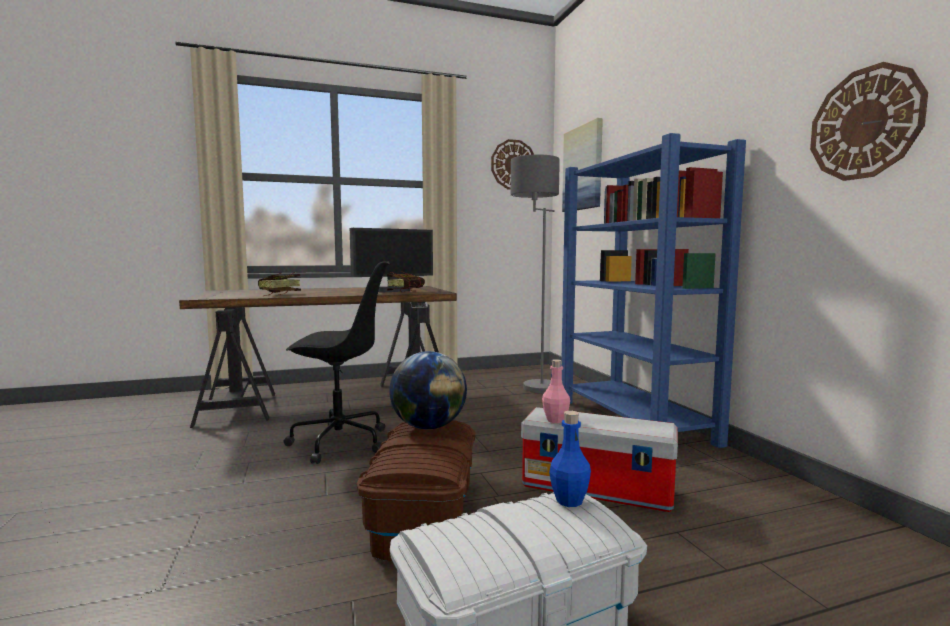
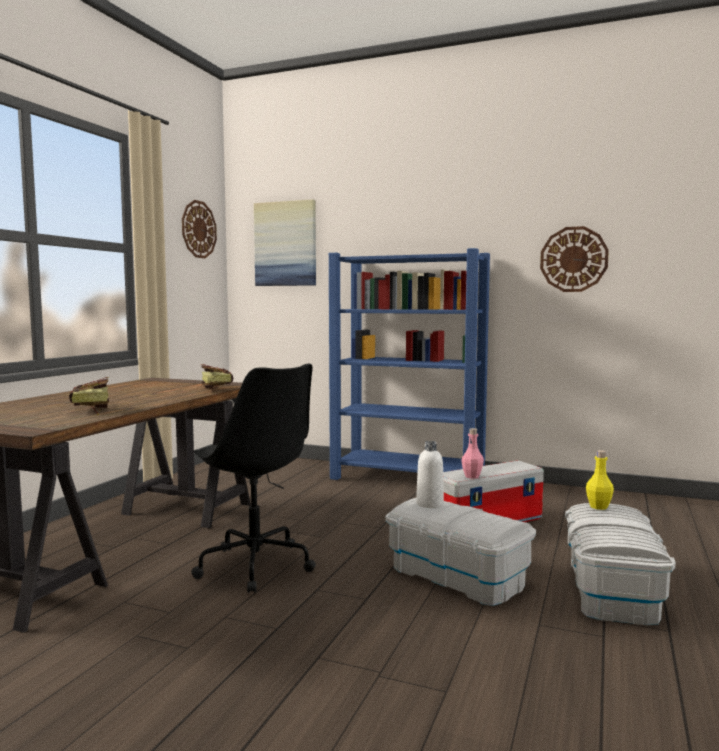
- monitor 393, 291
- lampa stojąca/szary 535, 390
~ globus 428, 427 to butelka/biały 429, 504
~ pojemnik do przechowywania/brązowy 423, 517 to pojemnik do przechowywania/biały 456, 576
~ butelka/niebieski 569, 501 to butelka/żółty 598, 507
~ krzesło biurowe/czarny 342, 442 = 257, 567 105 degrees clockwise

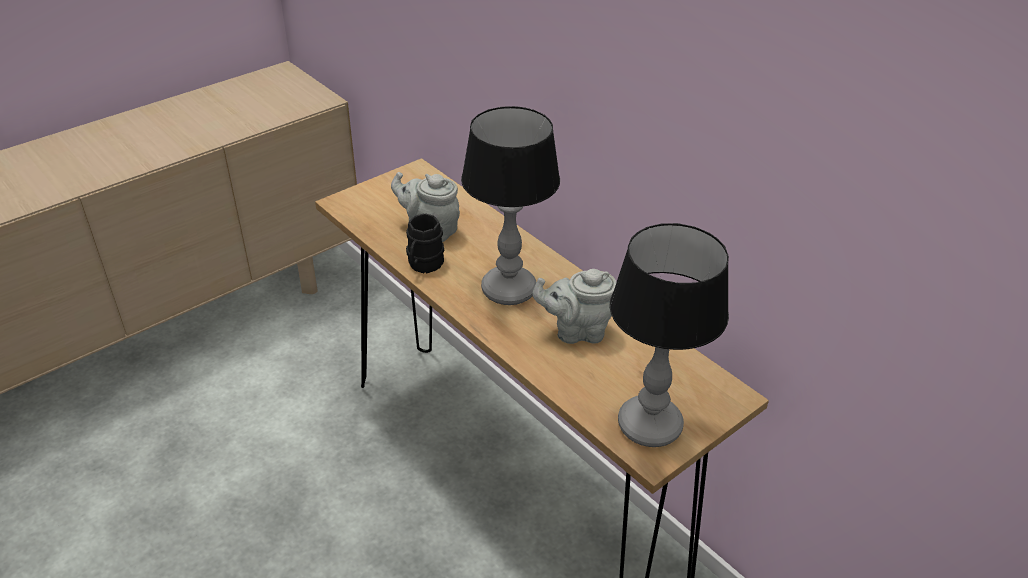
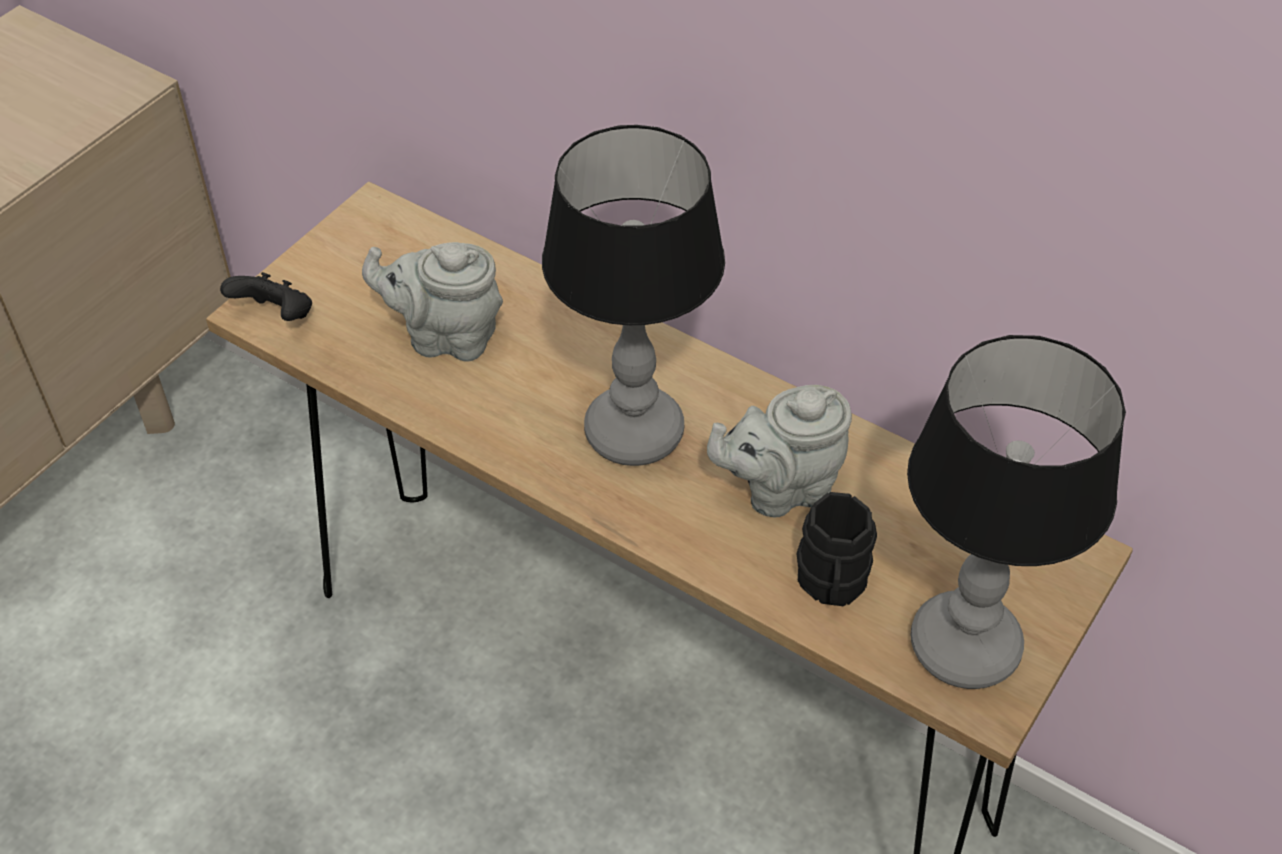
+ pad do gier/czarny 276, 316
~ kubek/czarny 423, 265 to 831, 585

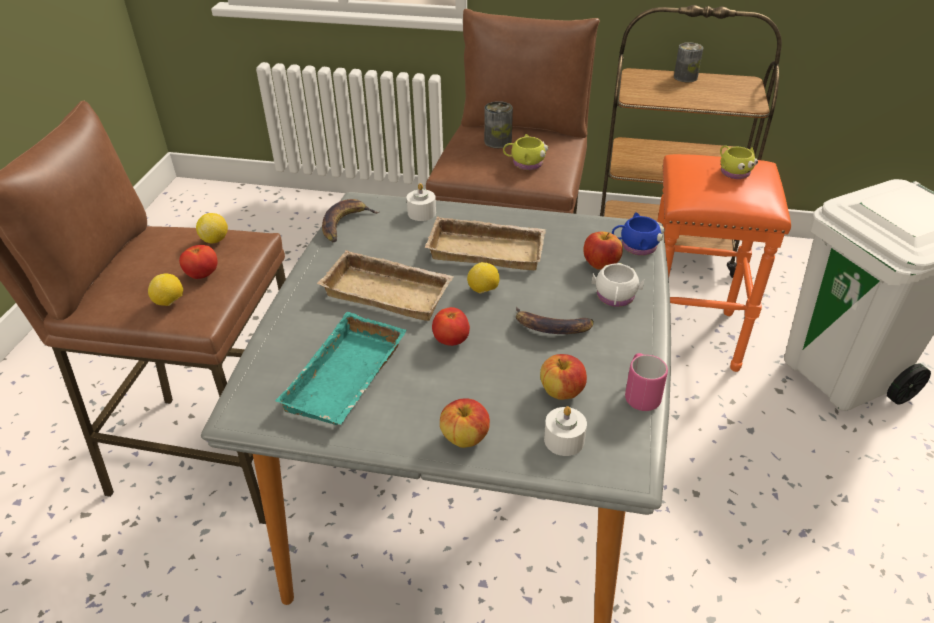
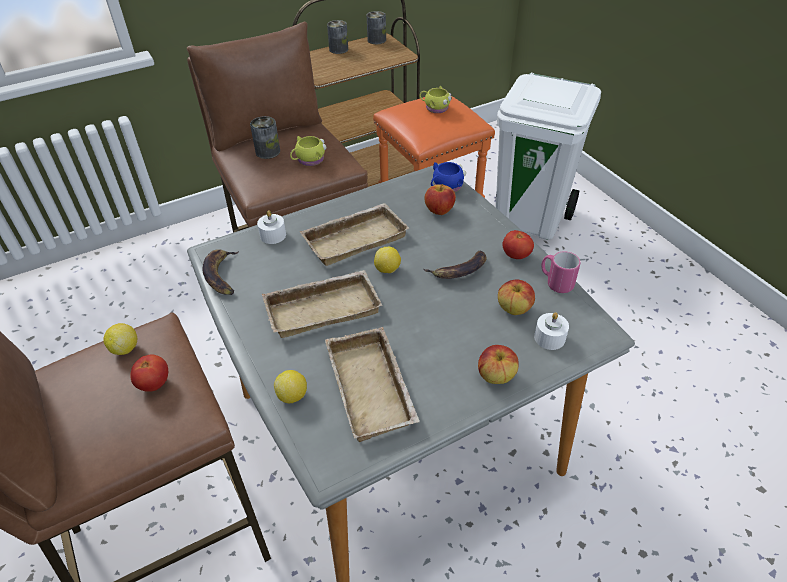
- kubek/biały 615, 298
+ puszka 376, 40
~ cytryna 170, 302 to 292, 396
~ pomidor 451, 340 to 516, 255
~ taca/turkusowy 348, 379 to taca/beżowy 374, 389

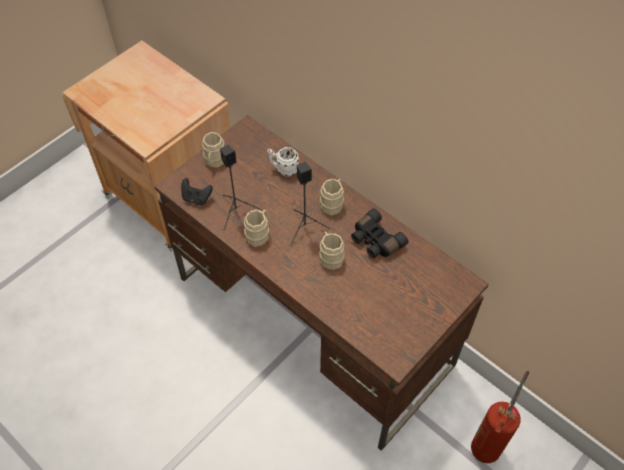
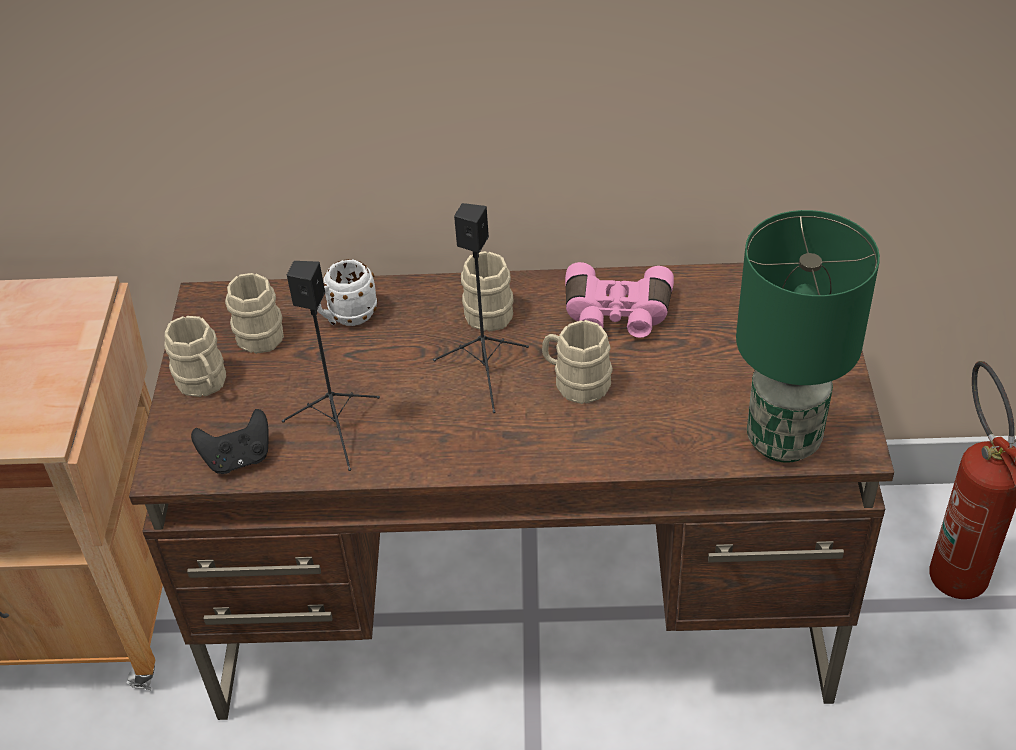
+ lampa stołowa/zielony 782, 439
~ kubek/beżowy 259, 234 to 259, 331
~ lornetka/czarny 375, 241 to lornetka/różowy 616, 315

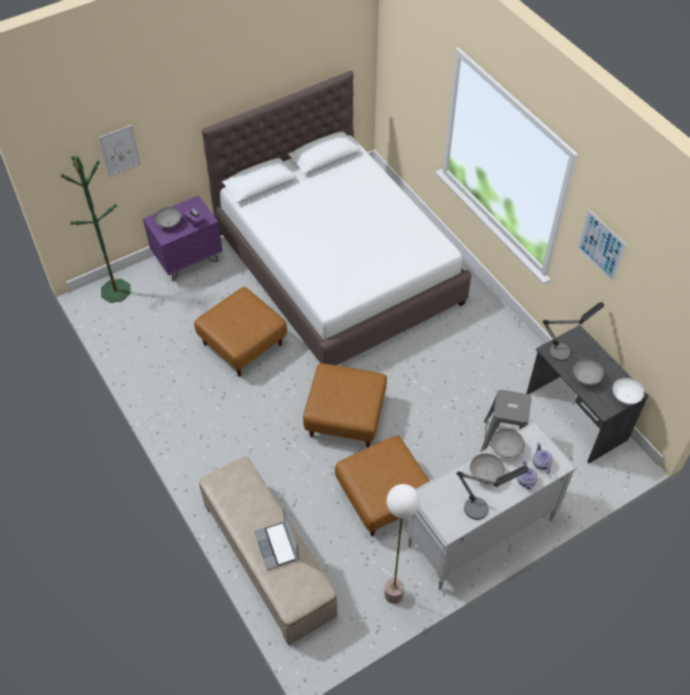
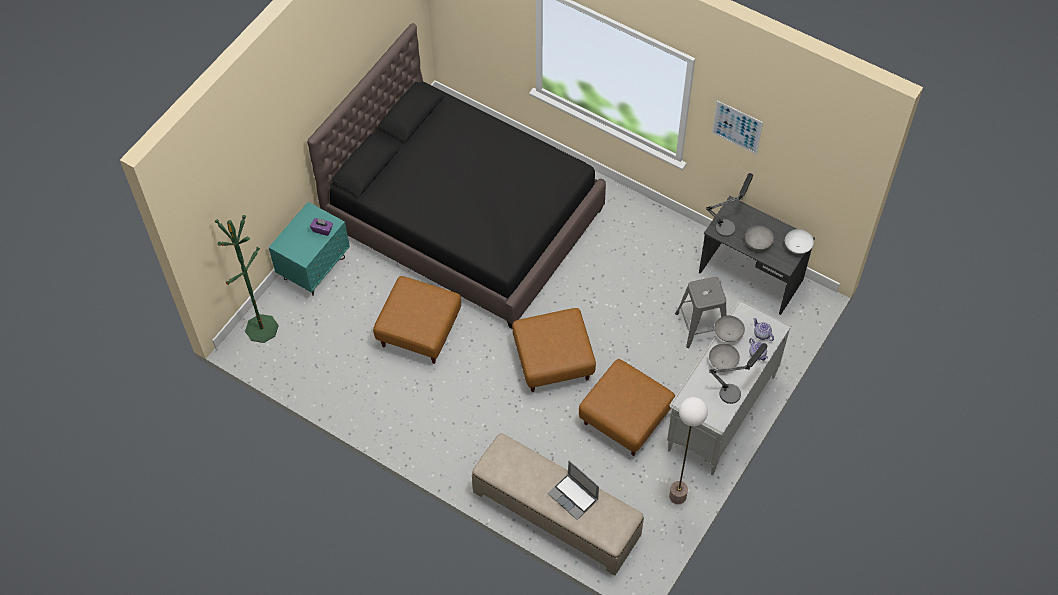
- obraz 120, 151
- miska/szary 169, 224
~ szafka nocna/fioletowy 188, 260 to szafka nocna/turkusowy 314, 269
~ łóżko/biały 337, 267 to łóżko/czarny 464, 218

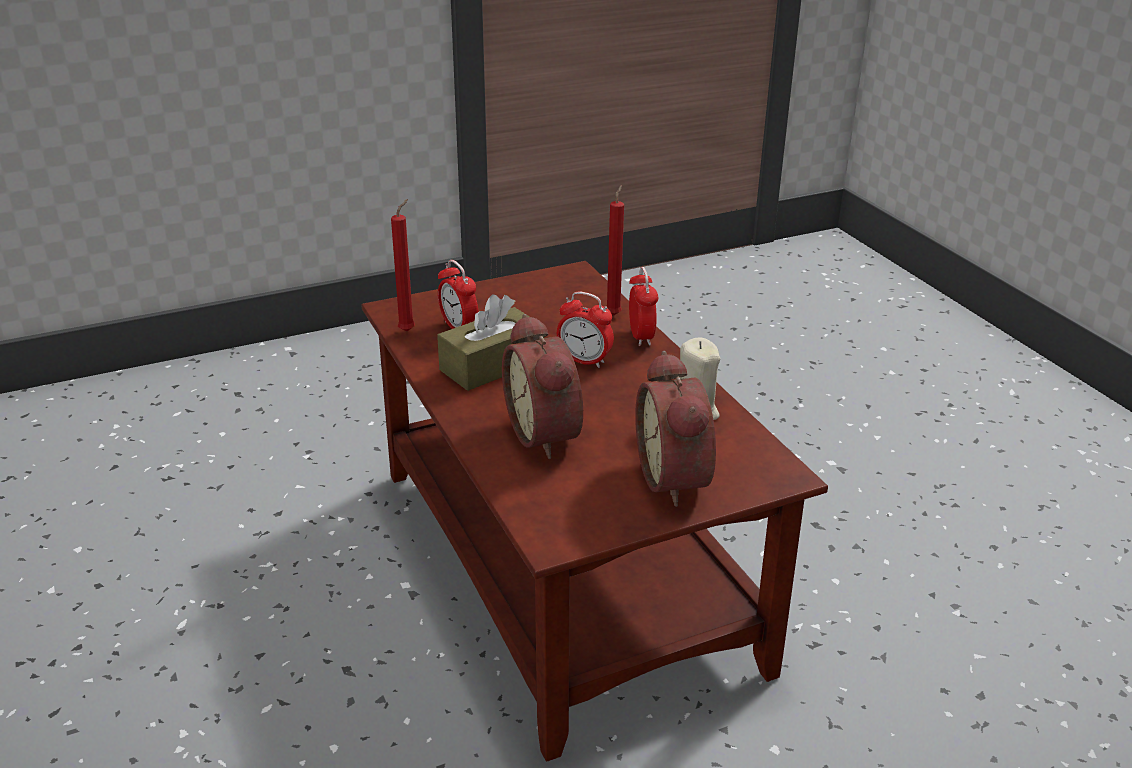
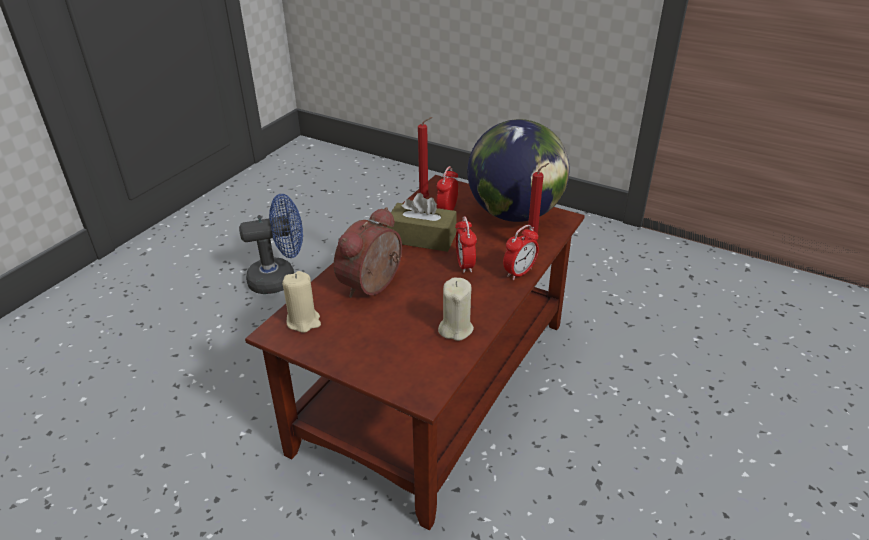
- budzik 678, 478
+ wentylator/niebieski 280, 278
+ świeca/beżowy 303, 321
+ globus 514, 214

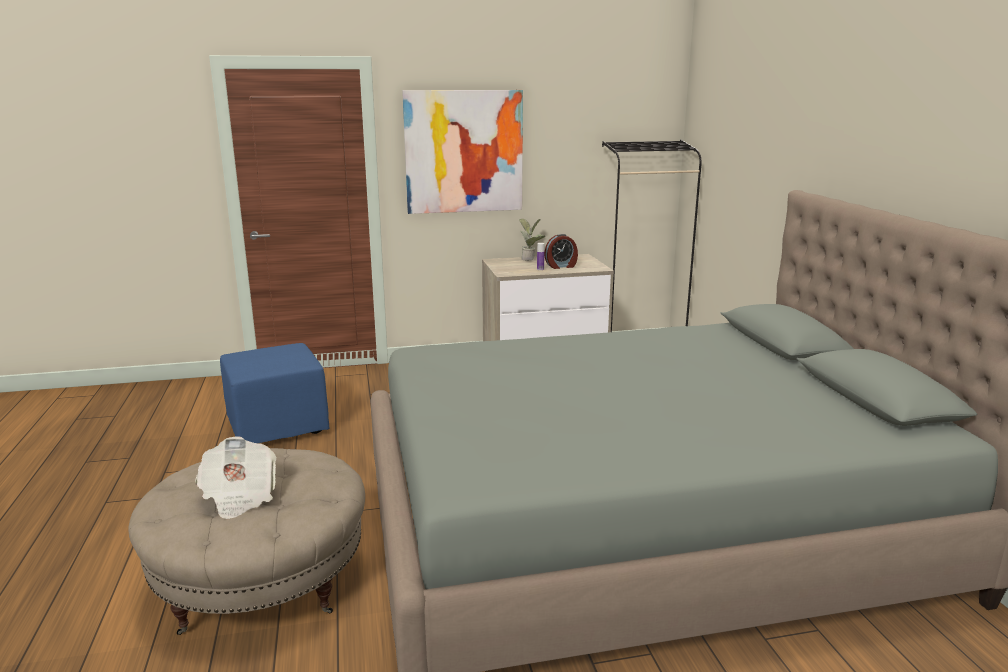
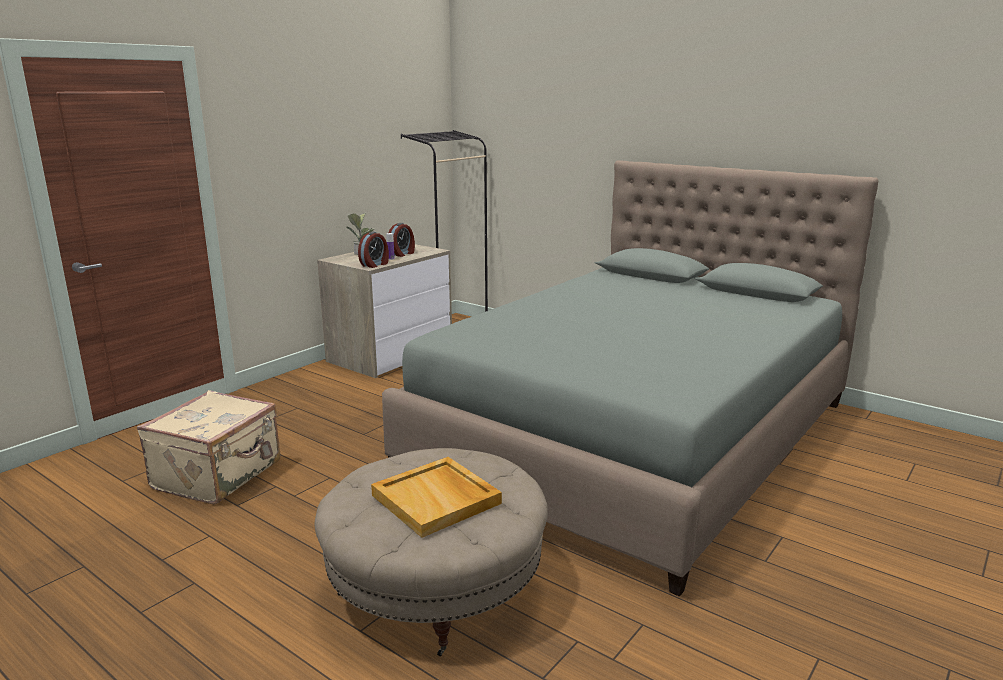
- obraz 464, 152
+ budzik 375, 265
~ gazeta 239, 496 to taca/beżowy 437, 499
~ pufa/niebieski 278, 426 to walizka/beżowy 219, 475

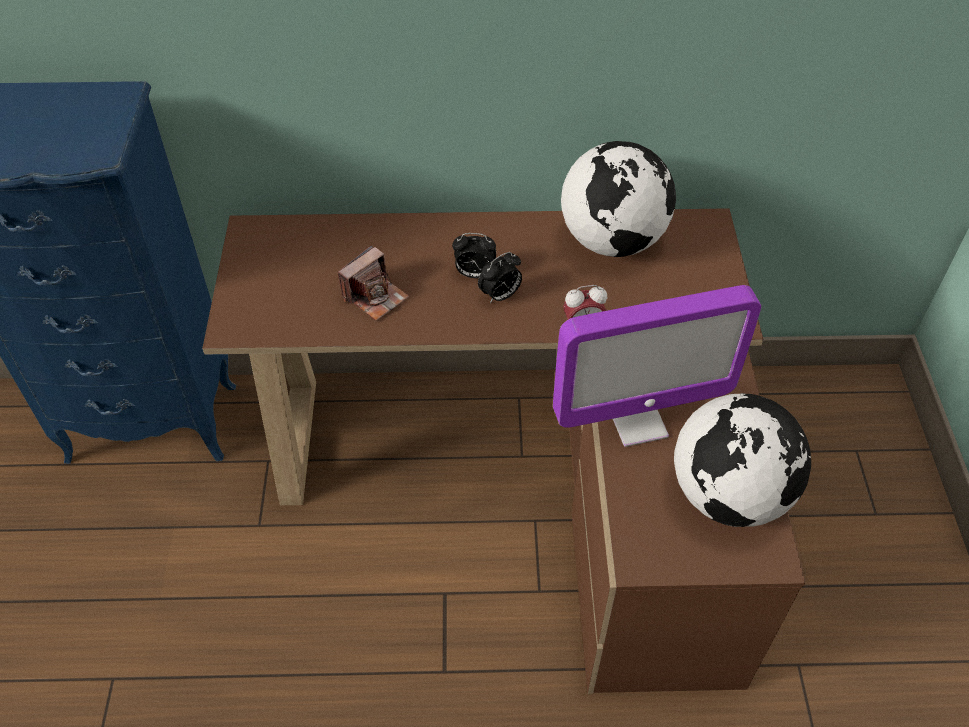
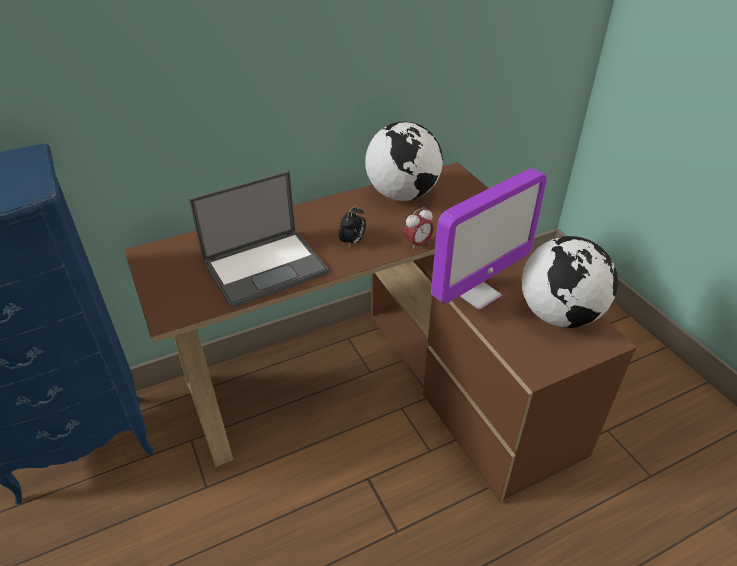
- budzik 474, 274
~ aparat fotograficzny 375, 296 to laptop 266, 266

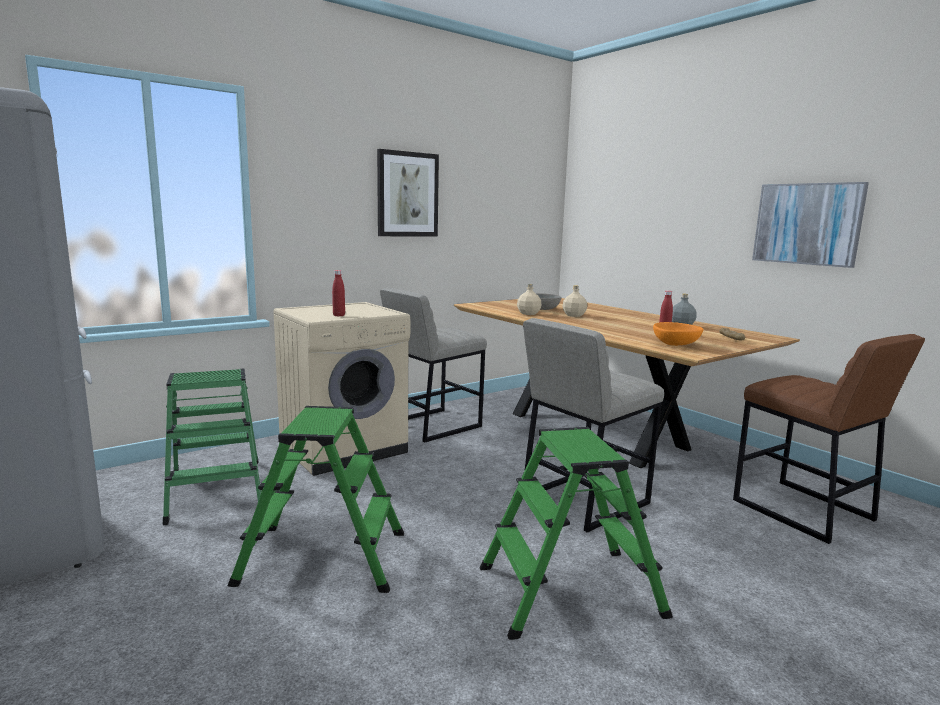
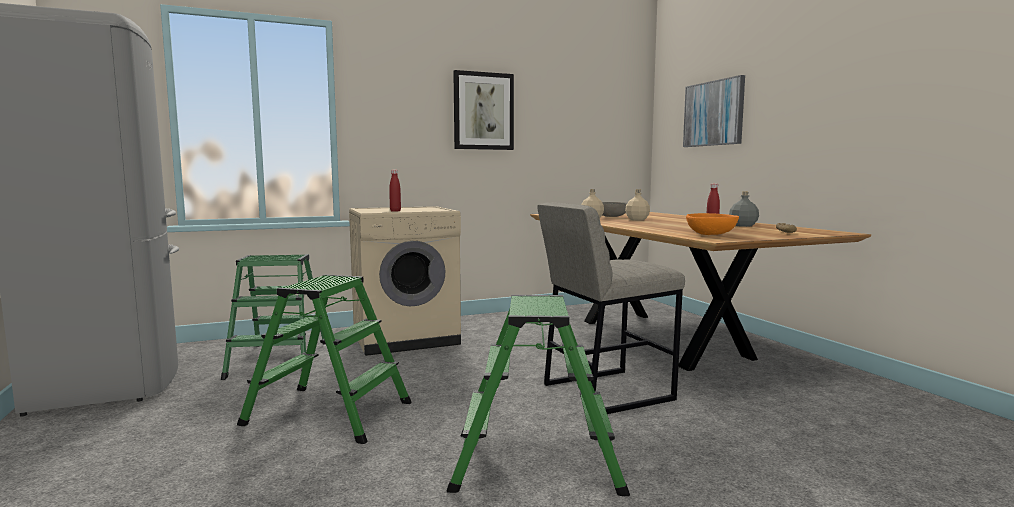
- krzesło/szary 432, 425
- krzesło/brązowy 806, 511
~ obraz 807, 224 to 713, 113

